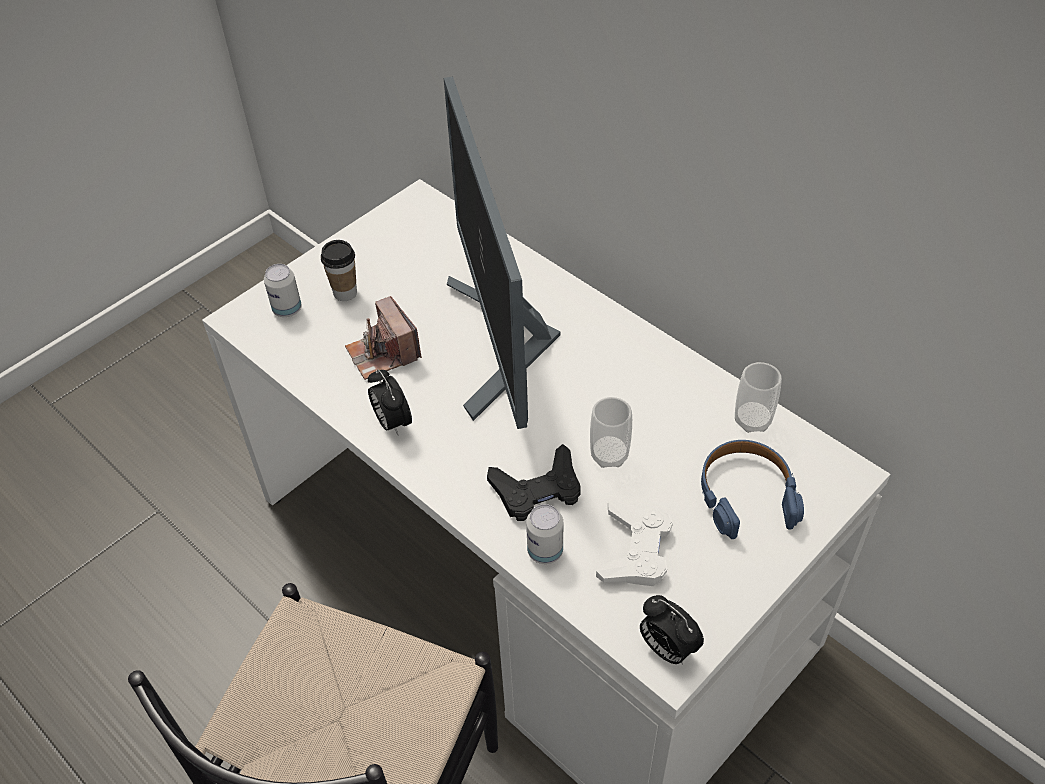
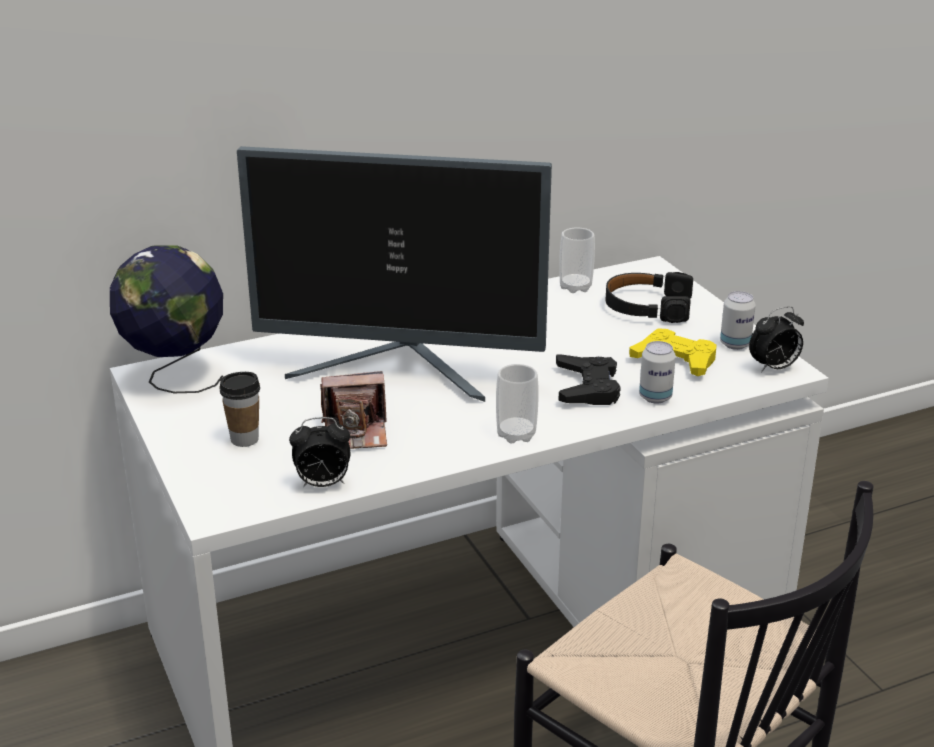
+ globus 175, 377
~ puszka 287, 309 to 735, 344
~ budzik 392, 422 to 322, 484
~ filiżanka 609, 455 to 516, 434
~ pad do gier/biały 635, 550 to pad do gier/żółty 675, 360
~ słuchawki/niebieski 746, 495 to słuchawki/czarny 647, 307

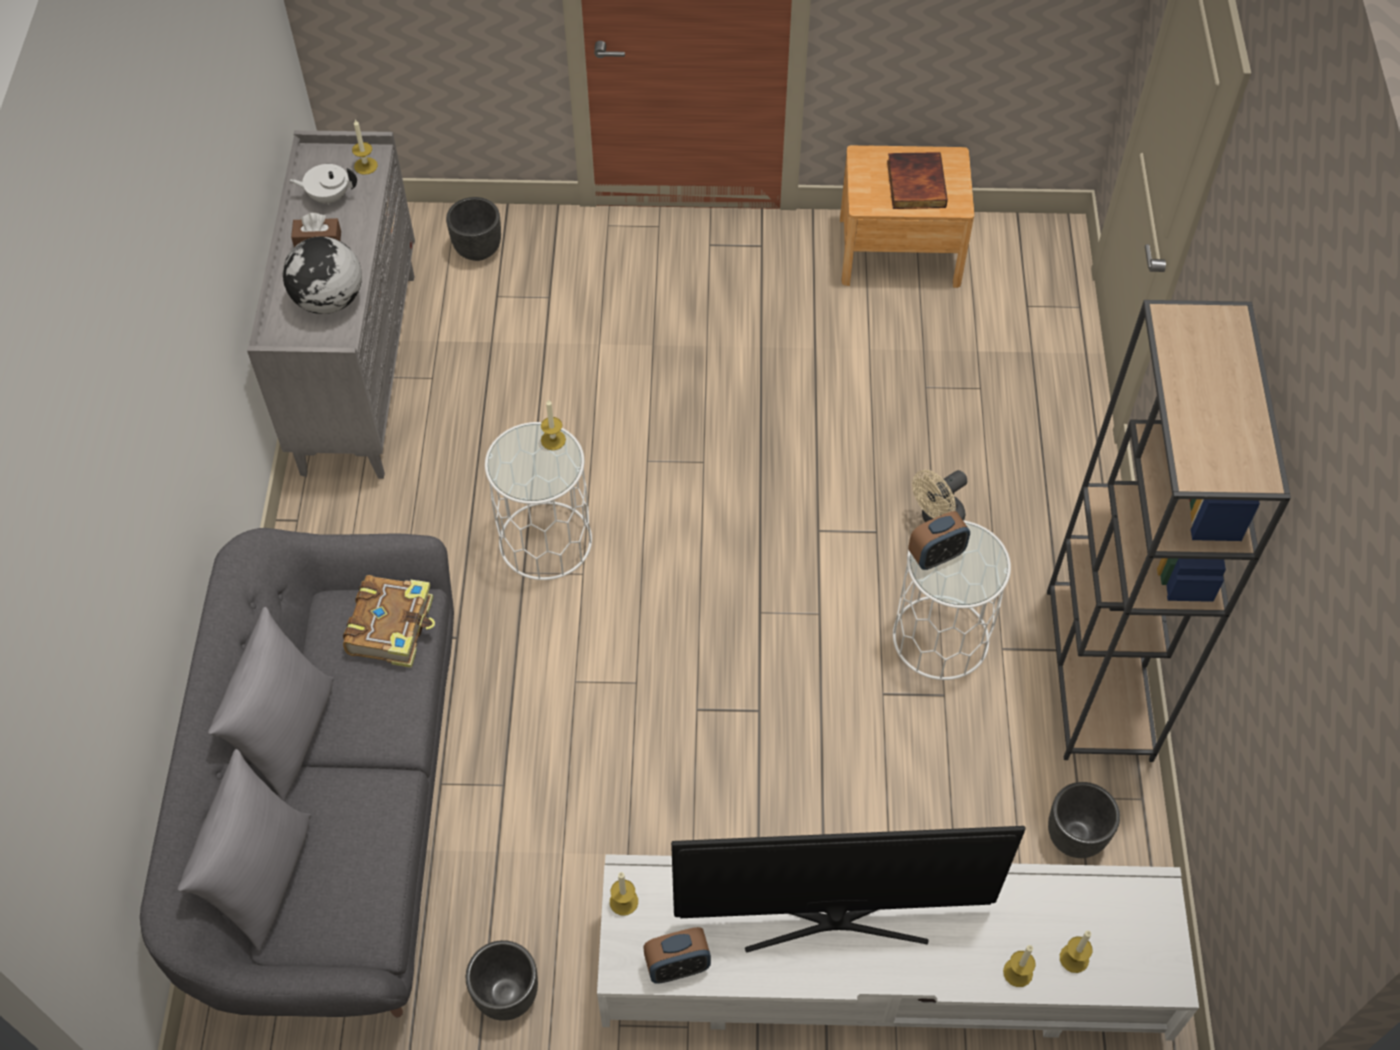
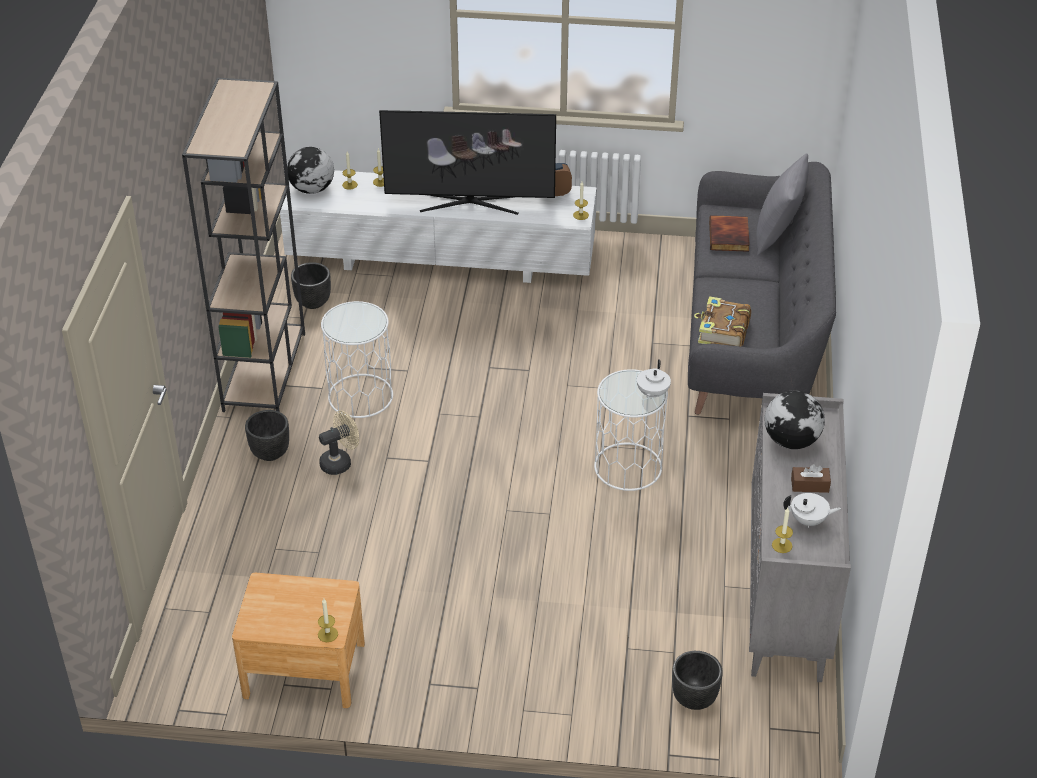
- poduszka/szary 288, 734
- budzik 936, 556
+ globus 311, 189
+ imbryk/biały 652, 393
~ donica/czarny 507, 993 to 270, 453
~ świeca 553, 440 to 327, 634
~ książka 914, 183 to 730, 236

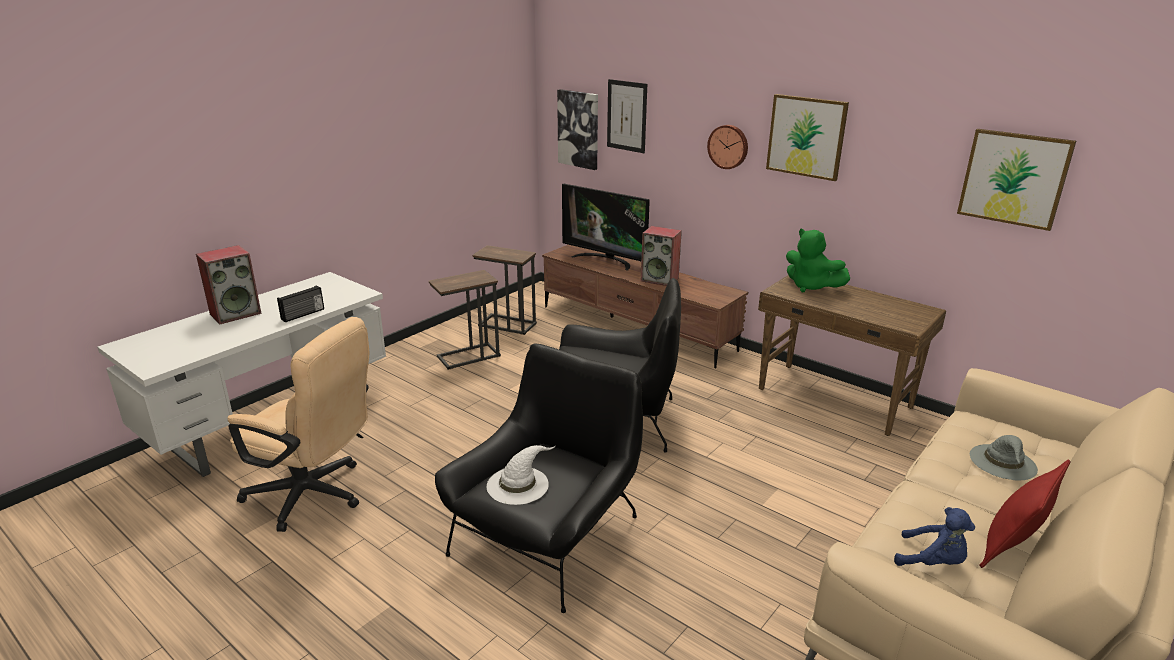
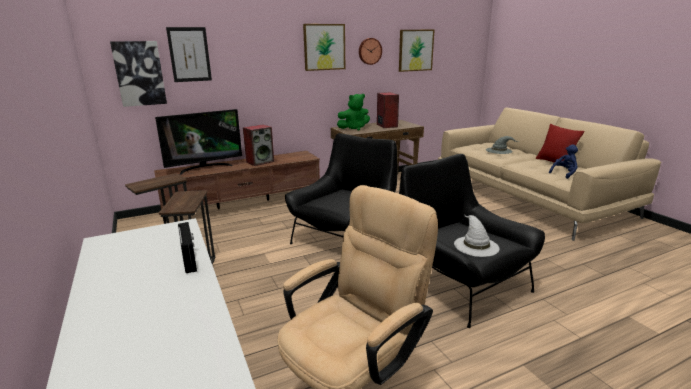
~ głośnik 236, 313 to 386, 125
~ zegar ścienny 728, 146 to 369, 51

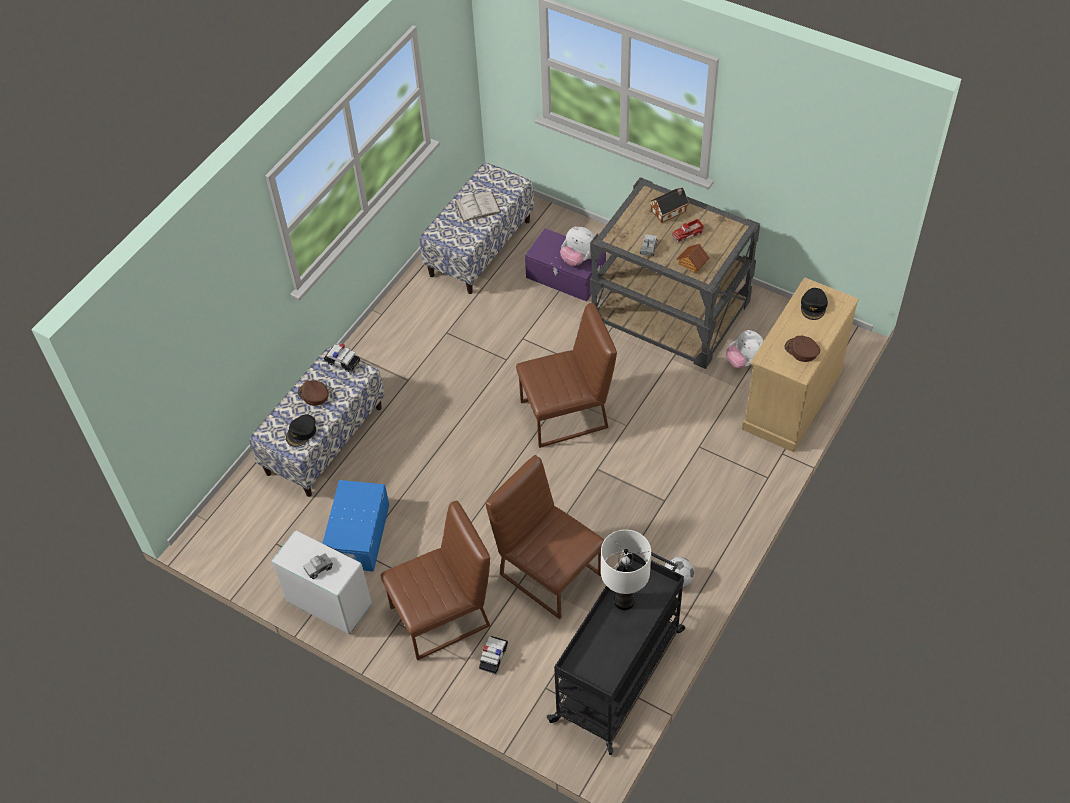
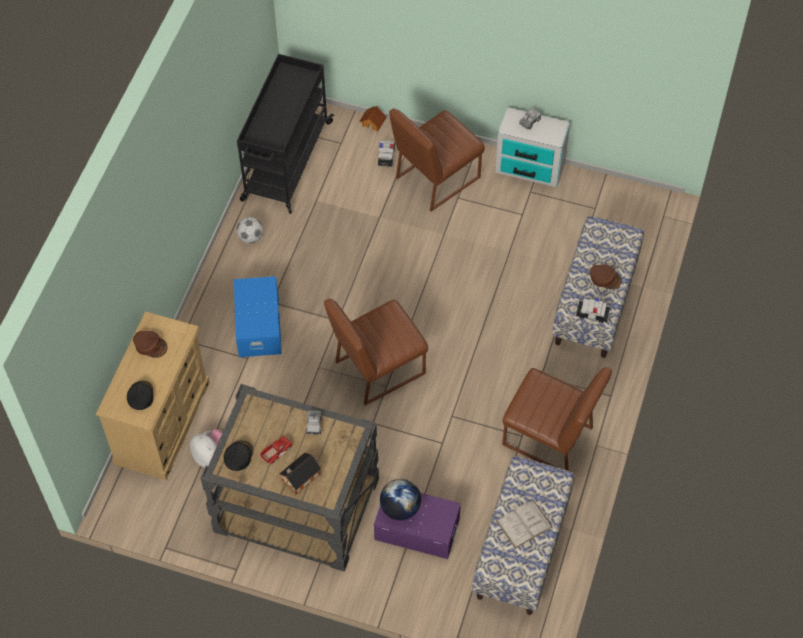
- lampa stołowa/biały 624, 601
~ czapka z daszkiem/czarny 301, 433 to 238, 456
~ pojemnik do przechowywania/niebieski 357, 535 to 259, 325
~ krzesło/brązowy 548, 572 to 550, 438
~ domek 692, 263 to 373, 122
~ pluszak 579, 259 to globus 400, 508

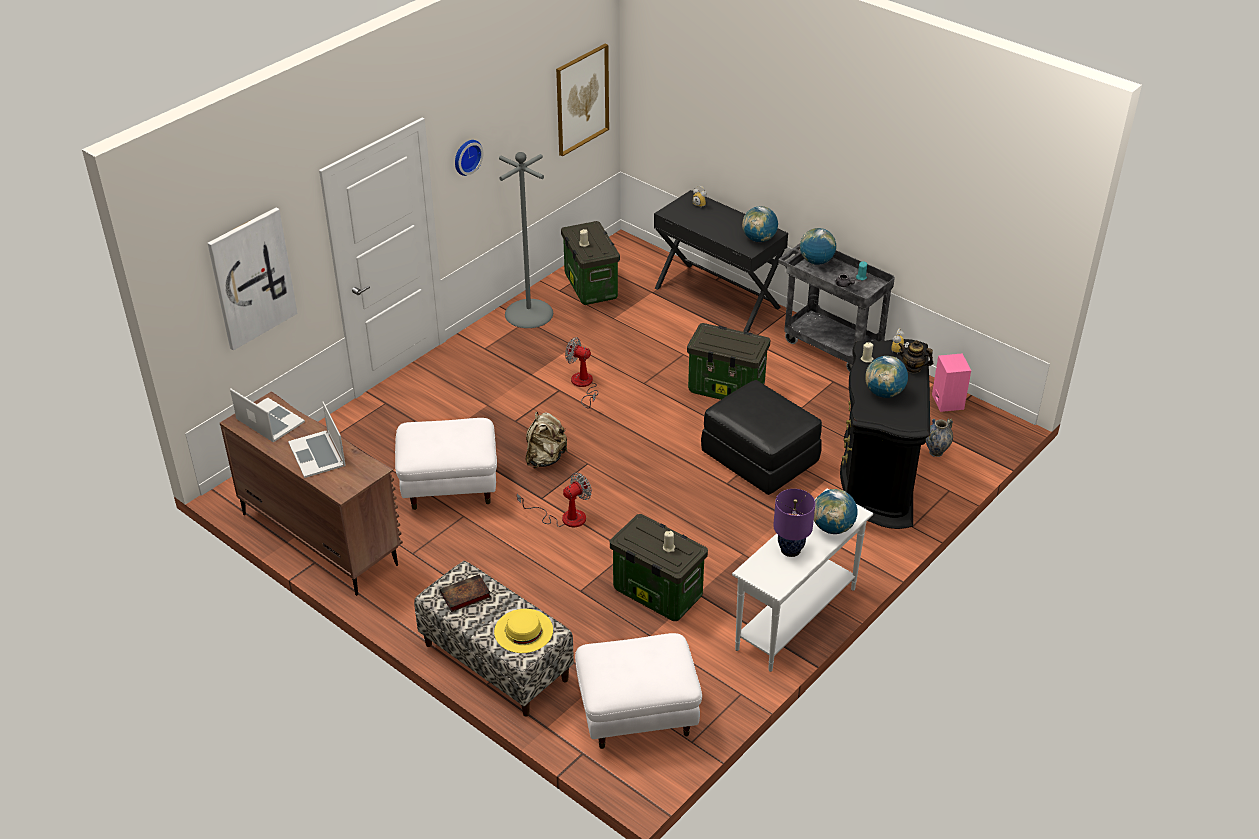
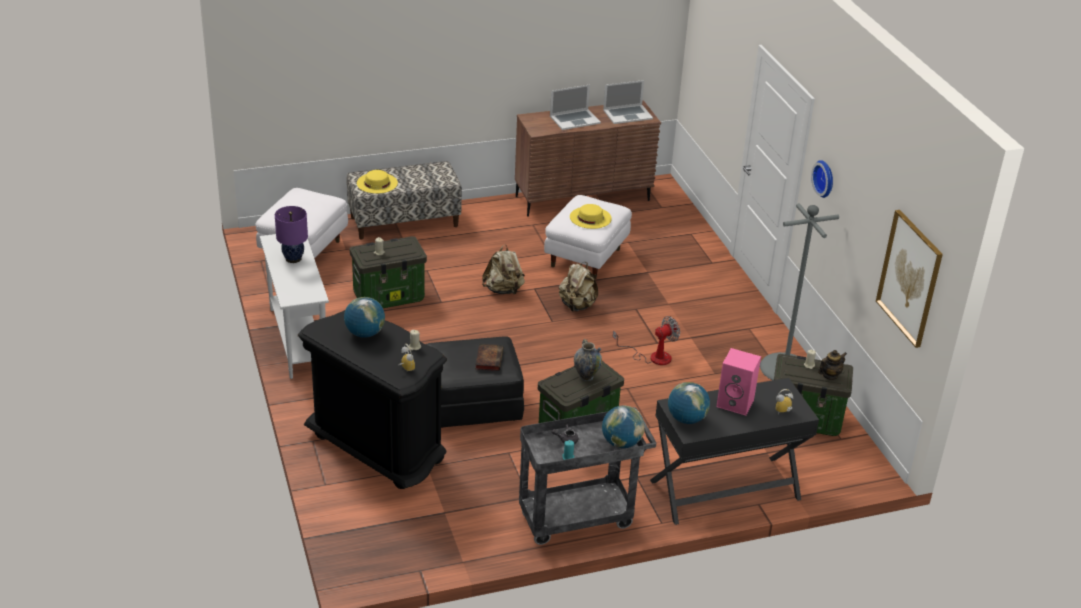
- obraz 252, 278
- globus 832, 528
+ kapelusz/żółty 590, 217
~ książka 464, 596 to 489, 359
~ imbryk 913, 368 to 829, 375
~ wazon 936, 452 to 586, 376
~ głośnik/różowy 946, 401 to 736, 403
~ wentylator 564, 517 to plecak/beżowy 503, 290
~ laptop 317, 454 = 574, 119 150 degrees clockwise

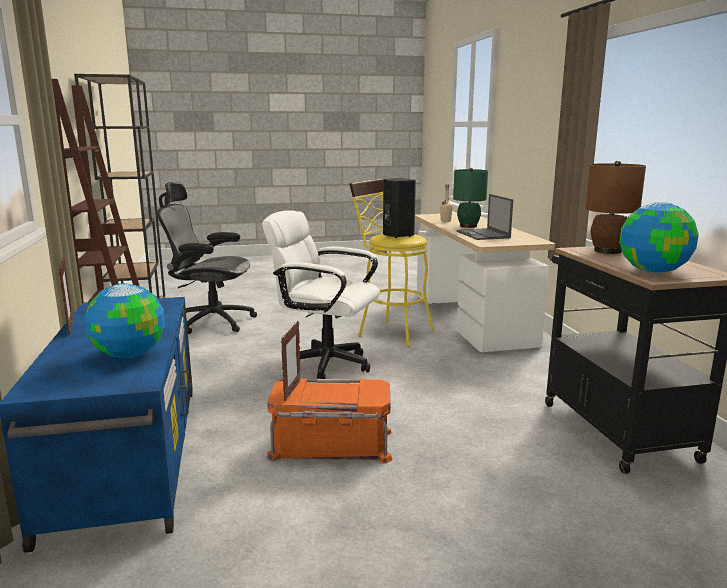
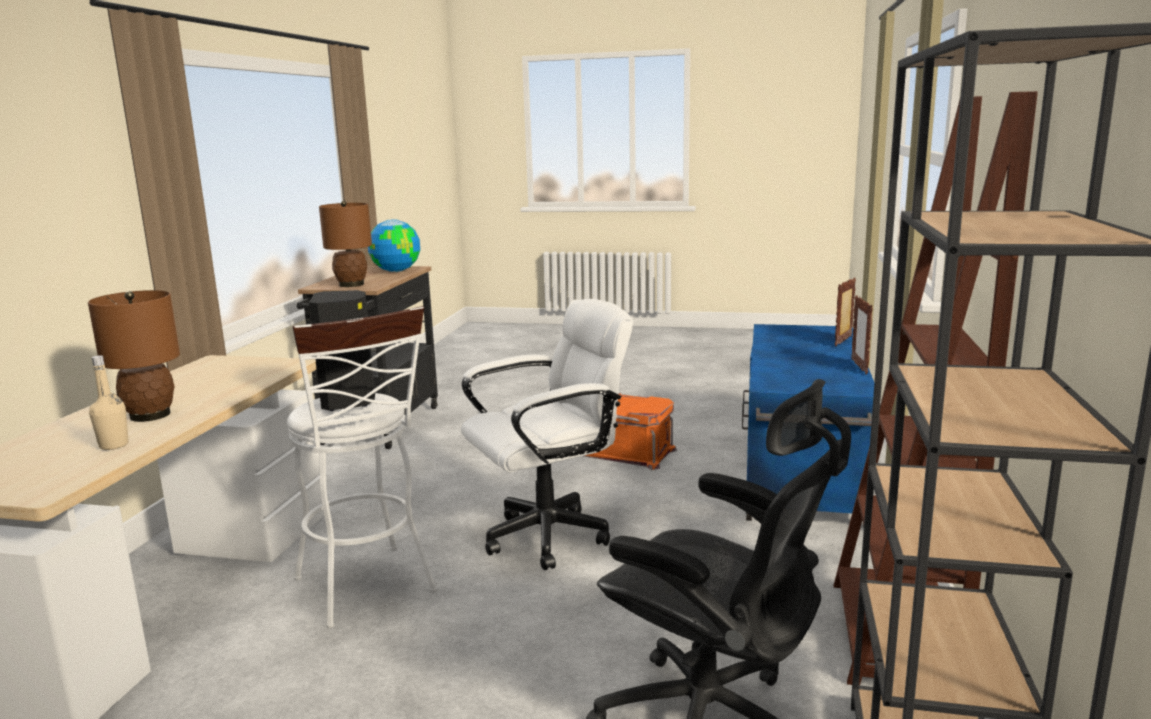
- globus 128, 355
- laptop 483, 235
~ ramka na zdjęcie 292, 391 to 843, 341
~ stołek/żółty 390, 332 to stołek/biały 370, 590
~ lampa stołowa/zielony 468, 226 to lampa stołowa/brązowy 149, 415
~ krzesło biurowe/biały 324, 366 = 552, 535 75 degrees counterclockwise

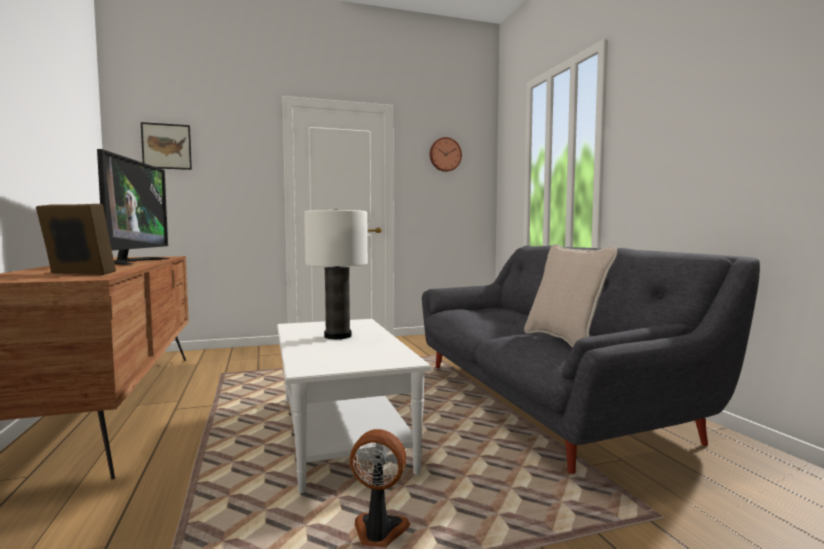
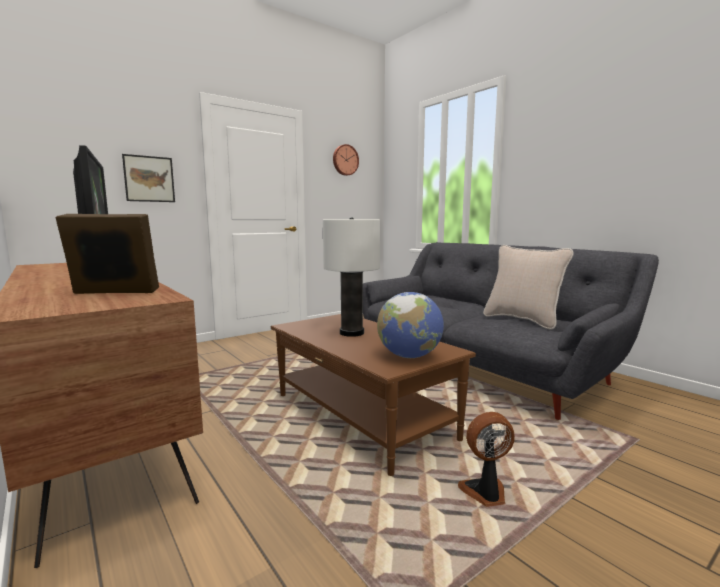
+ globus 409, 356
~ obraz 166, 146 to 149, 179
~ ława/biały 341, 432 to ława/brązowy 362, 416

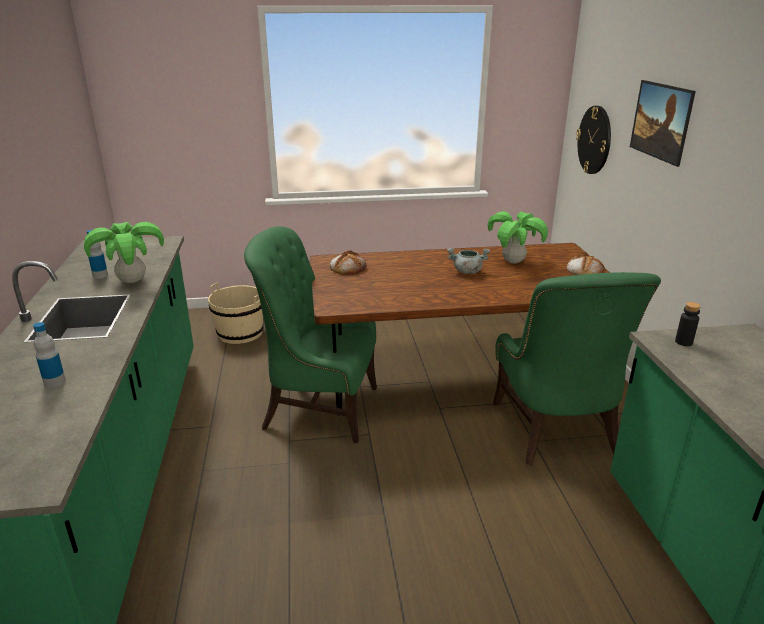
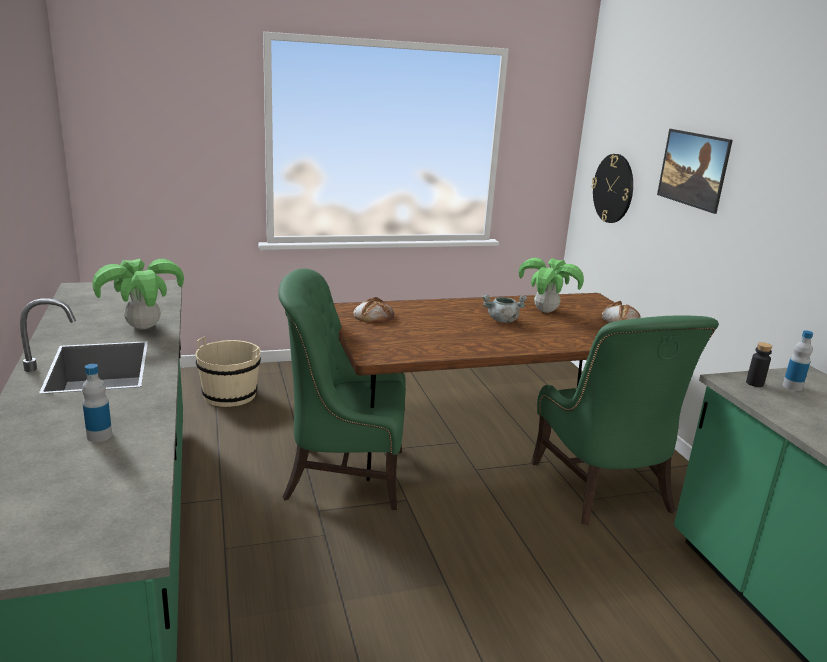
~ butelka 100, 275 to 792, 386

